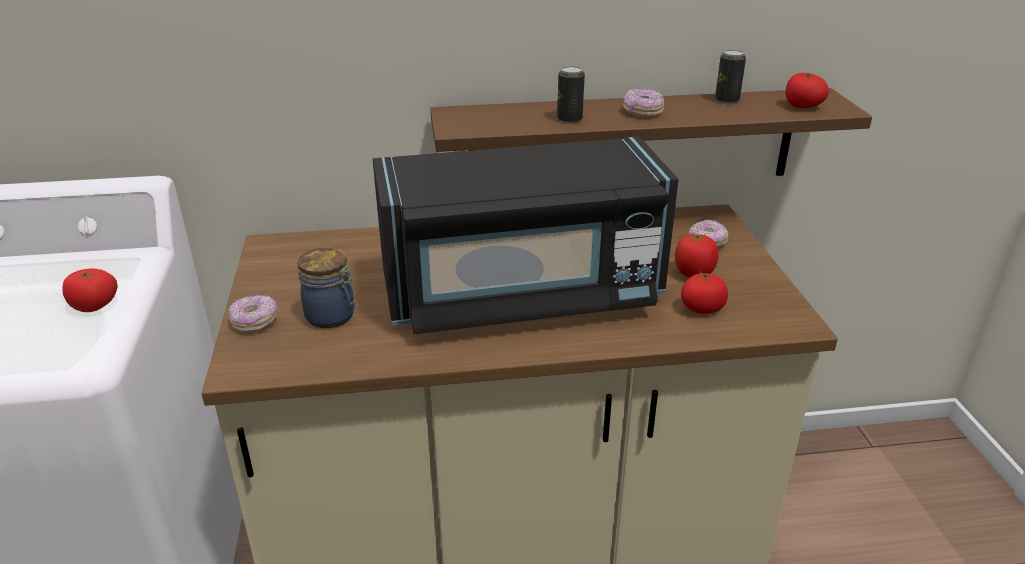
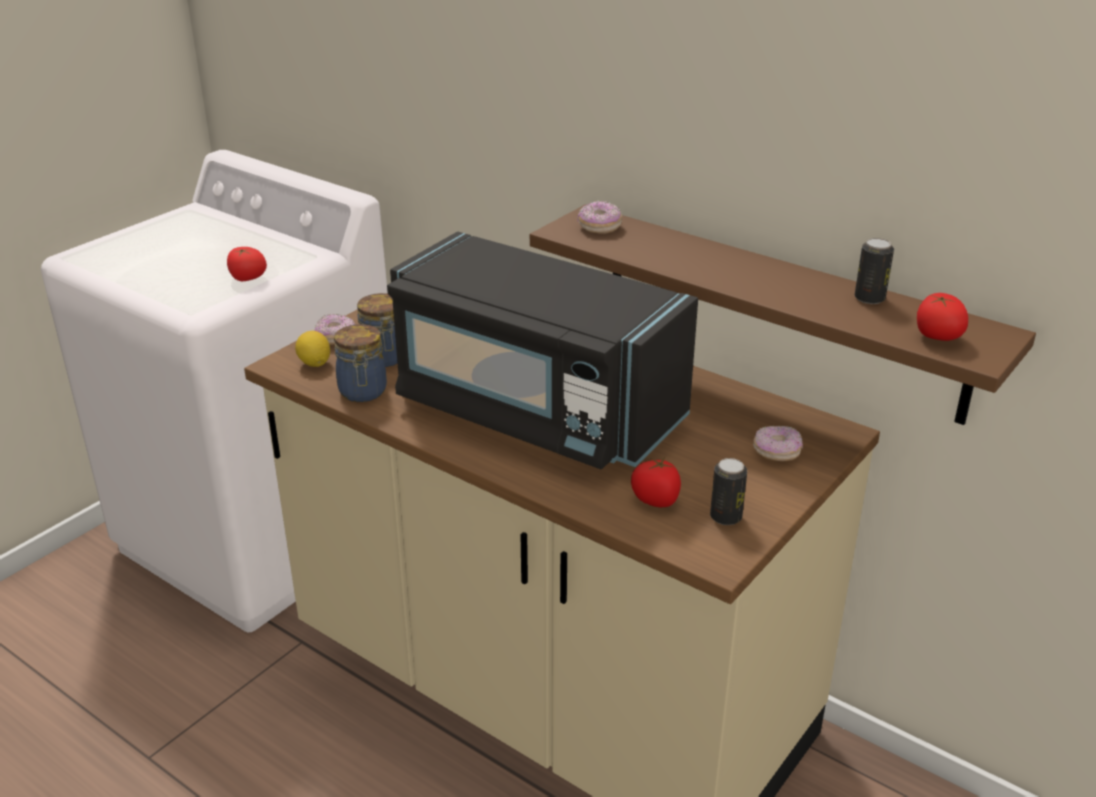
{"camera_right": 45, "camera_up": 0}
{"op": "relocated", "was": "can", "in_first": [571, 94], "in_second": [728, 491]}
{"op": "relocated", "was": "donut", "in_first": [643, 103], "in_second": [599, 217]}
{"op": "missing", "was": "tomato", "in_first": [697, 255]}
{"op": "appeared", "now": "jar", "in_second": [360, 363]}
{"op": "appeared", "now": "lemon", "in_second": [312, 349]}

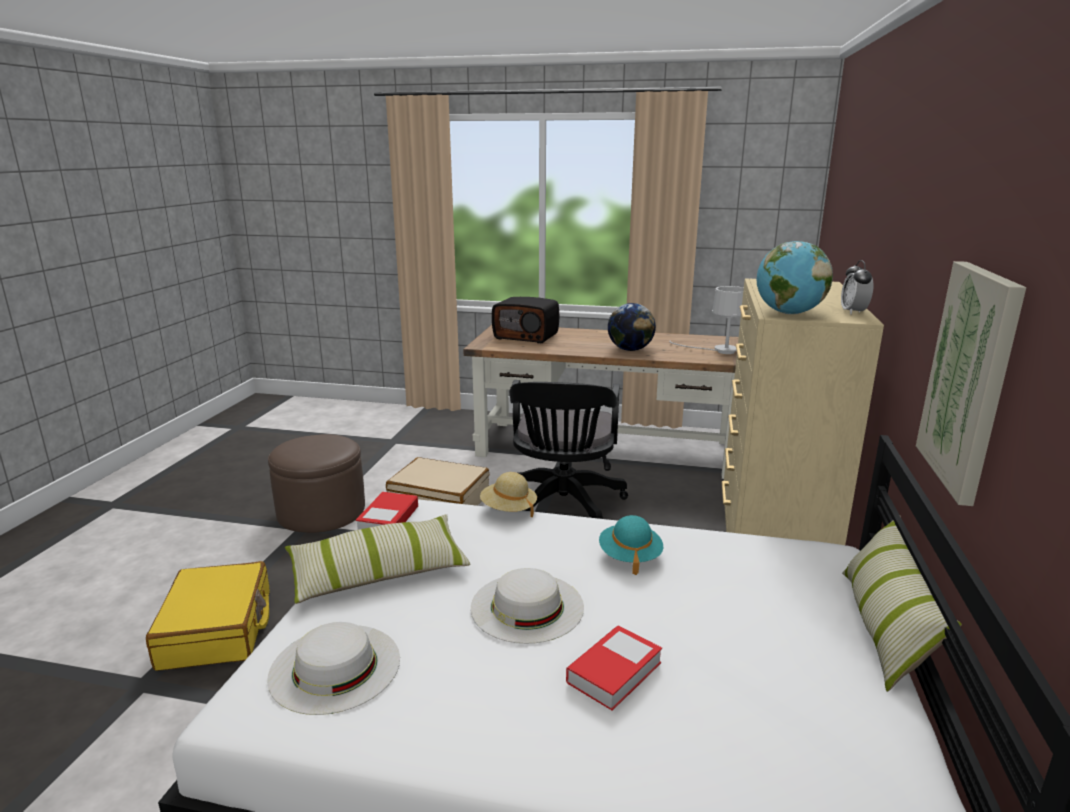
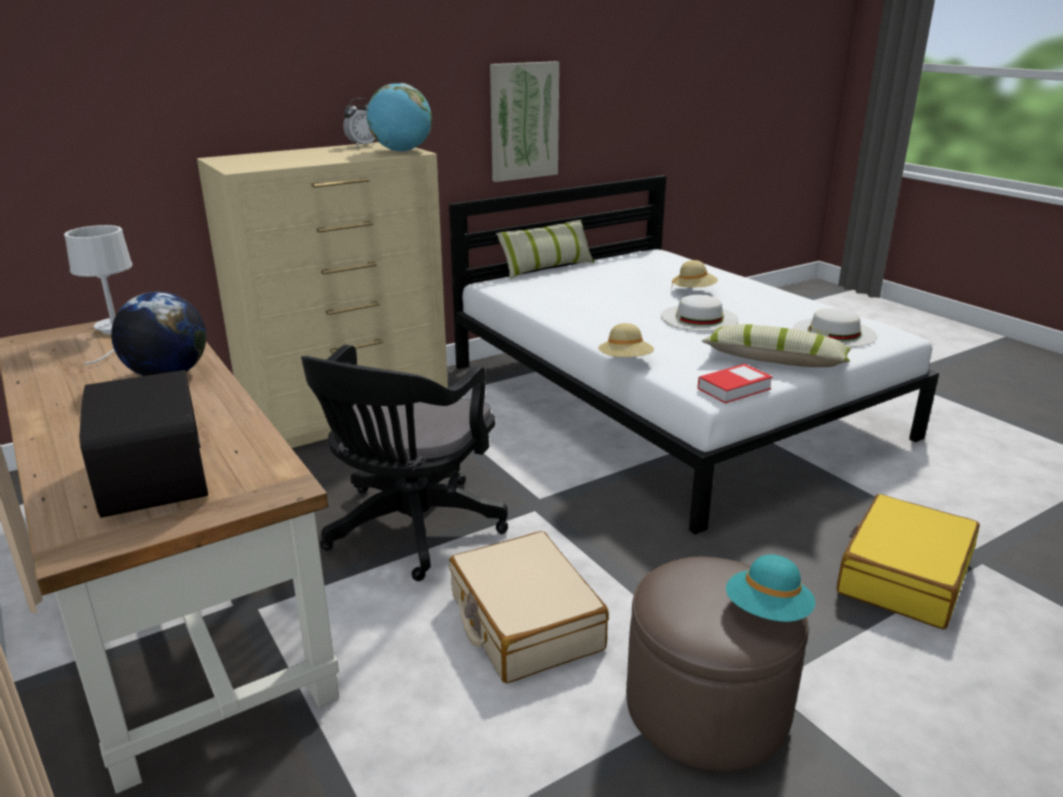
{"camera_right": -135, "camera_up": 5}
{"op": "spun", "was": "black office chair", "in_first": [569, 449], "in_second": [404, 463], "clockwise": 150}
{"op": "relocated", "was": "turquoise hat", "in_first": [631, 545], "in_second": [771, 588]}
{"op": "exchanged", "was": "book", "now": "beige hat", "in_first": [614, 668], "in_second": [695, 274]}

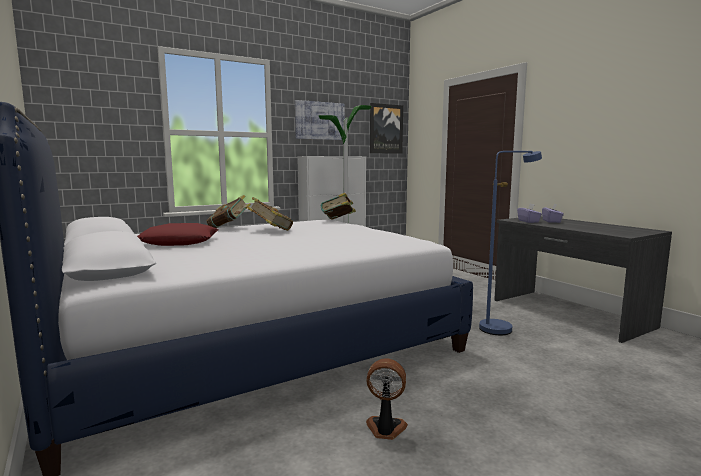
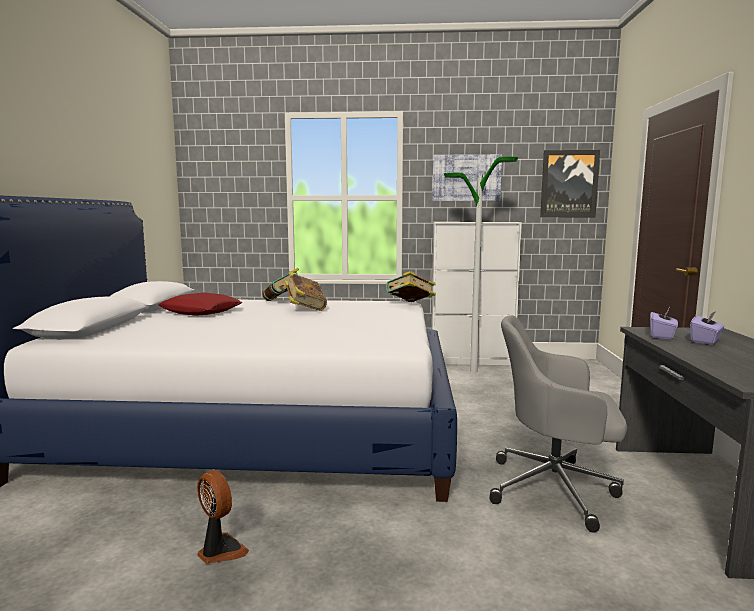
{"camera_right": 35, "camera_up": 0}
{"op": "exchanged", "was": "blue floor lamp", "now": "grey office chair", "in_first": [510, 243], "in_second": [558, 423]}

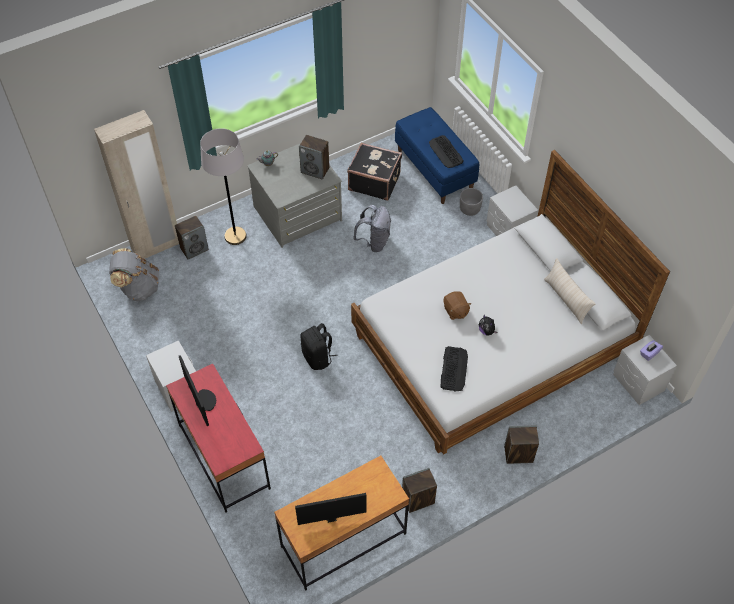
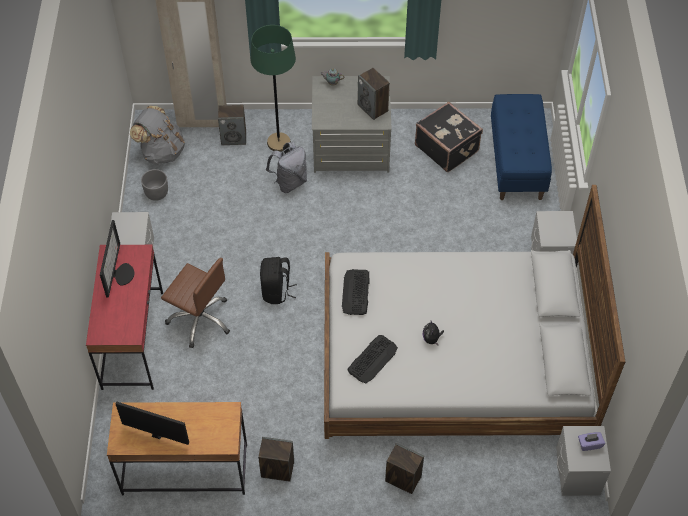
{"camera_right": 30, "camera_up": 0}
{"op": "colour", "was": "grey floor lamp", "now": "green floor lamp", "in_first": [223, 186], "in_second": [273, 88]}
{"op": "relocated", "was": "keyboard", "in_first": [446, 151], "in_second": [355, 292]}
{"op": "relocated", "was": "grey planter", "in_first": [471, 202], "in_second": [154, 185]}
{"op": "relocated", "was": "grey backpack", "in_first": [372, 228], "in_second": [286, 167]}
{"op": "missing", "was": "beige pillow", "in_first": [570, 291]}
{"op": "missing", "was": "brown plush toy", "in_first": [457, 305]}
{"op": "appeared", "now": "brown office chair", "in_second": [195, 303]}

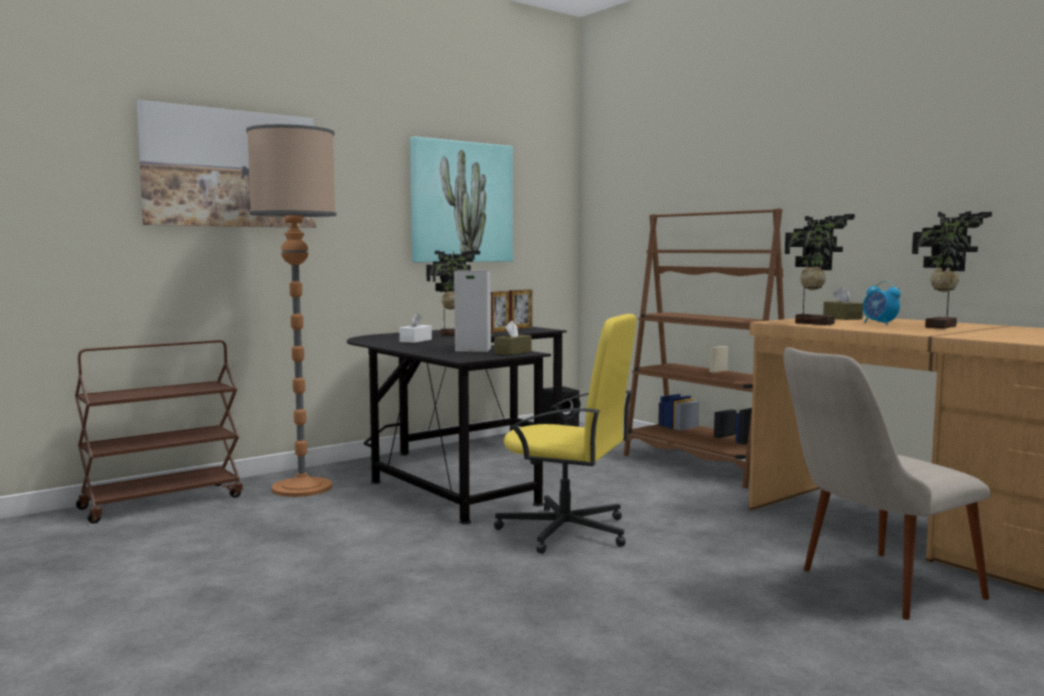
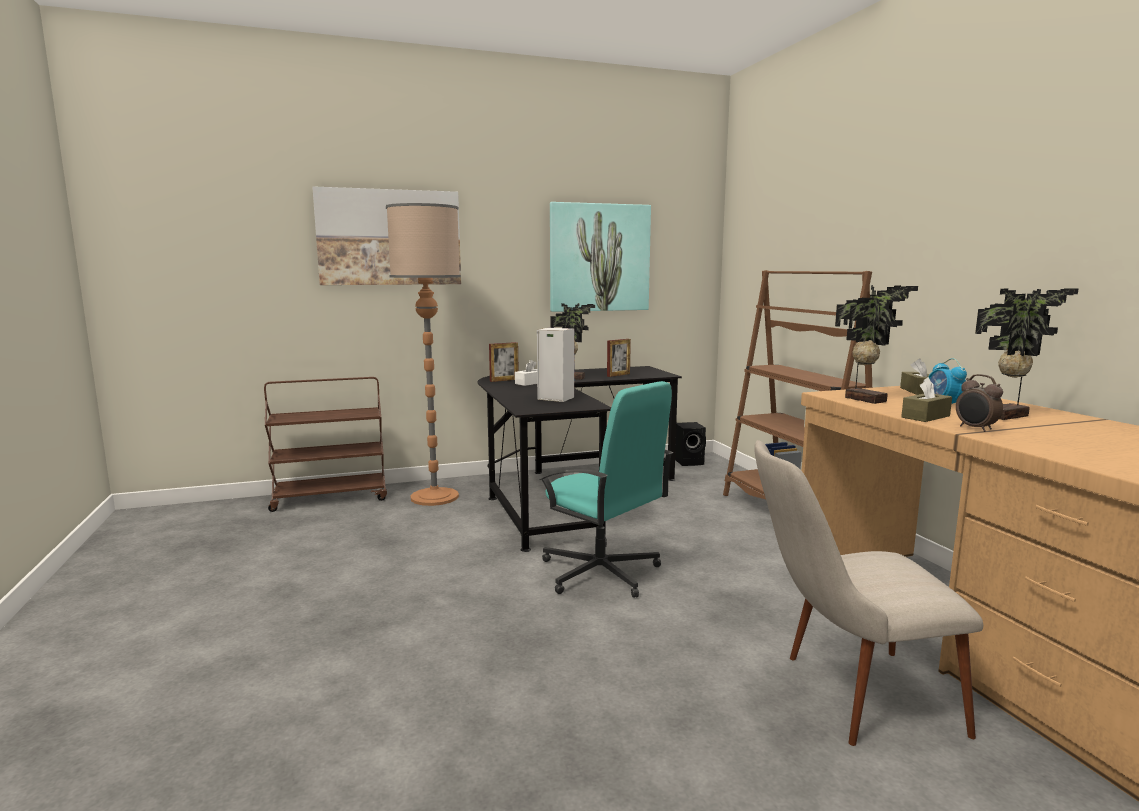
{"camera_right": 20, "camera_up": 5}
{"op": "relocated", "was": "picture frame", "in_first": [520, 309], "in_second": [504, 362]}
{"op": "colour", "was": "yellow office chair", "now": "turquoise office chair", "in_first": [565, 434], "in_second": [606, 489]}
{"op": "relocated", "was": "brown tissue box", "in_first": [513, 338], "in_second": [926, 399]}
{"op": "appeared", "now": "alarm clock", "in_second": [979, 403]}

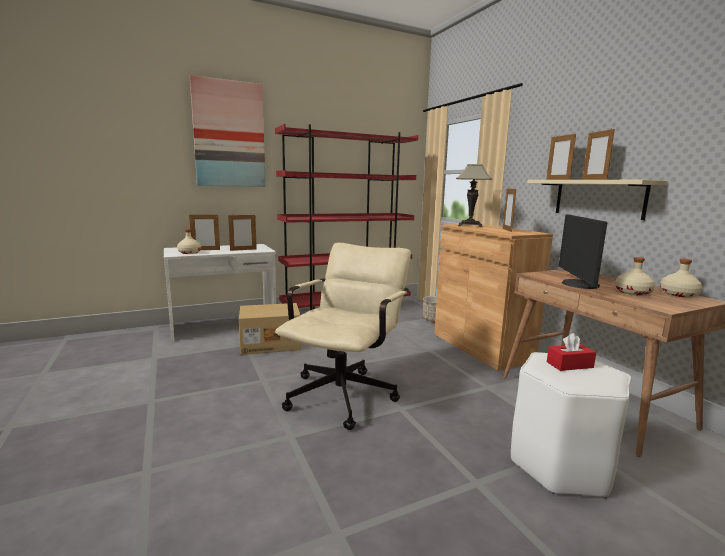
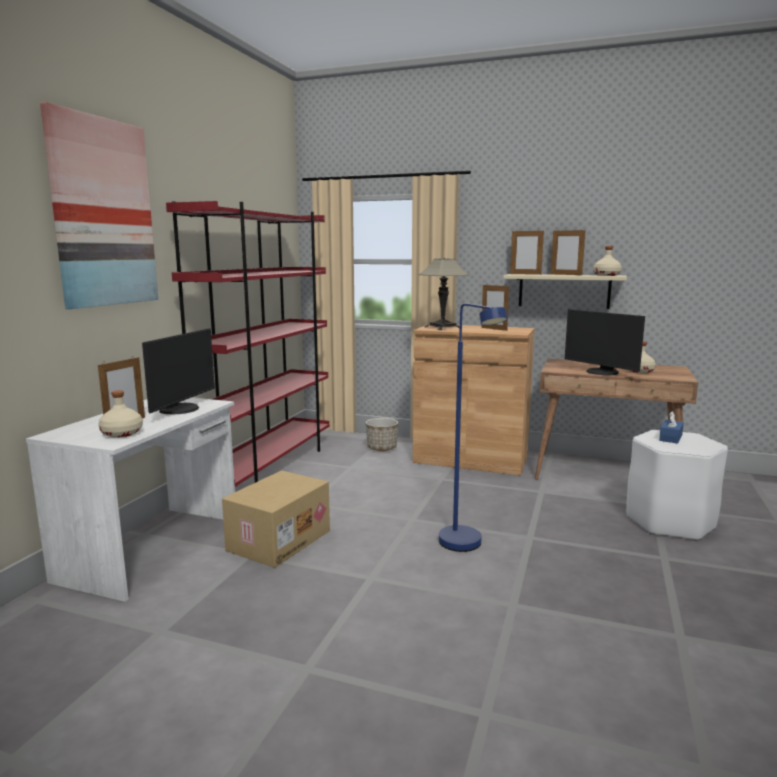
{"camera_right": -45, "camera_up": 0}
{"op": "exchanged", "was": "picture frame", "now": "monitor", "in_first": [242, 232], "in_second": [178, 371]}
{"op": "exchanged", "was": "beige office chair", "now": "blue floor lamp", "in_first": [343, 336], "in_second": [473, 427]}
{"op": "relocated", "was": "beige bottle", "in_first": [681, 278], "in_second": [607, 261]}
{"op": "colour", "was": "red tissue box", "now": "blue tissue box", "in_first": [571, 352], "in_second": [671, 427]}

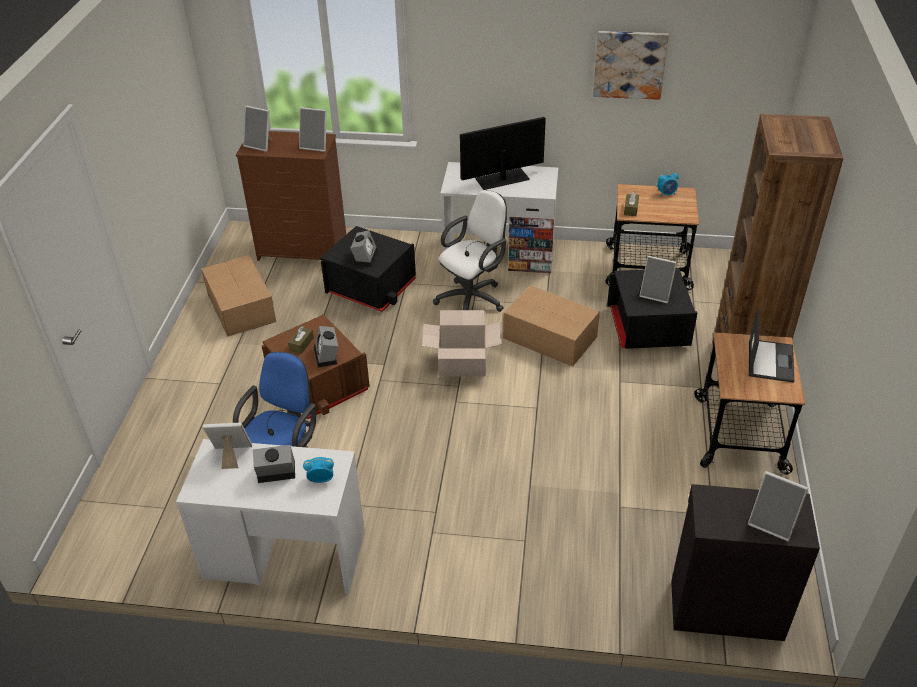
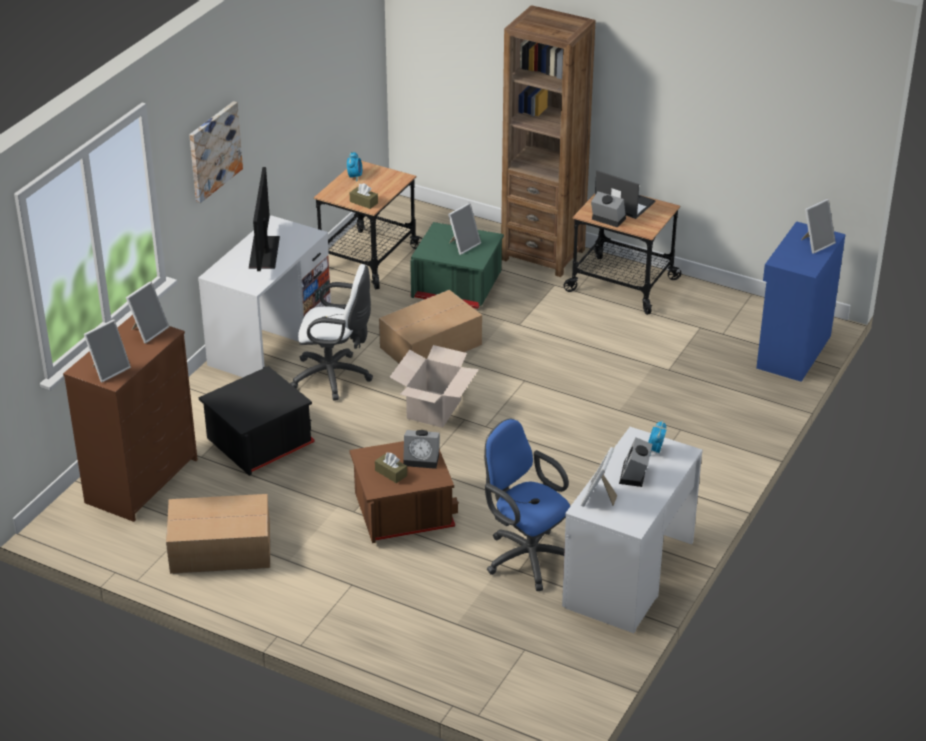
{"camera_right": -70, "camera_up": -5}
{"op": "relocated", "was": "picture", "in_first": [631, 65], "in_second": [216, 152]}
{"op": "spun", "was": "white office chair", "in_first": [470, 251], "in_second": [331, 332], "clockwise": 120}
{"op": "relocated", "was": "alarm clock", "in_first": [364, 248], "in_second": [608, 209]}
{"op": "colour", "was": "black storage box", "now": "green storage box", "in_first": [652, 308], "in_second": [457, 265]}
{"op": "colour", "was": "black cabinet", "now": "blue cabinet", "in_first": [745, 562], "in_second": [801, 301]}

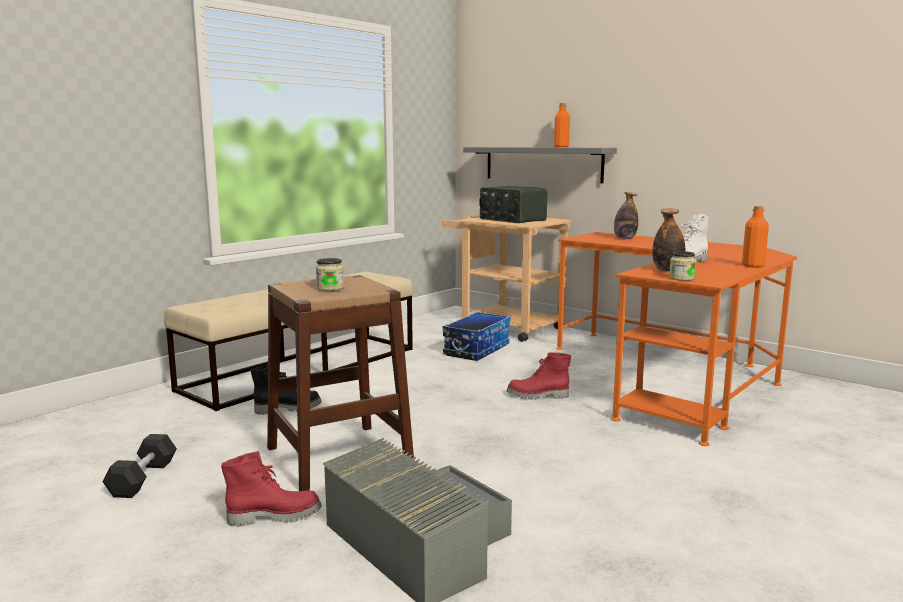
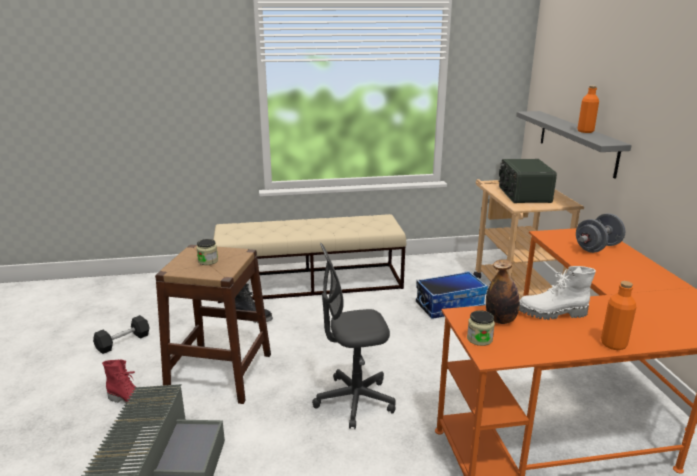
{"camera_right": 40, "camera_up": 10}
{"op": "exchanged", "was": "bottle", "now": "grey dumbbell", "in_first": [626, 215], "in_second": [600, 233]}
{"op": "missing", "was": "red boot", "in_first": [539, 376]}
{"op": "appeared", "now": "grey office chair", "in_second": [354, 336]}

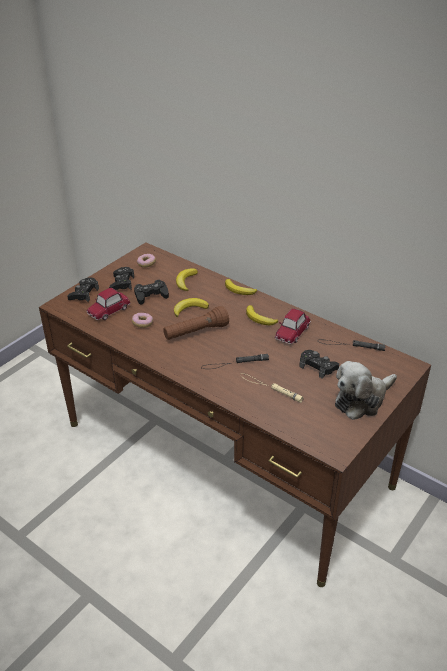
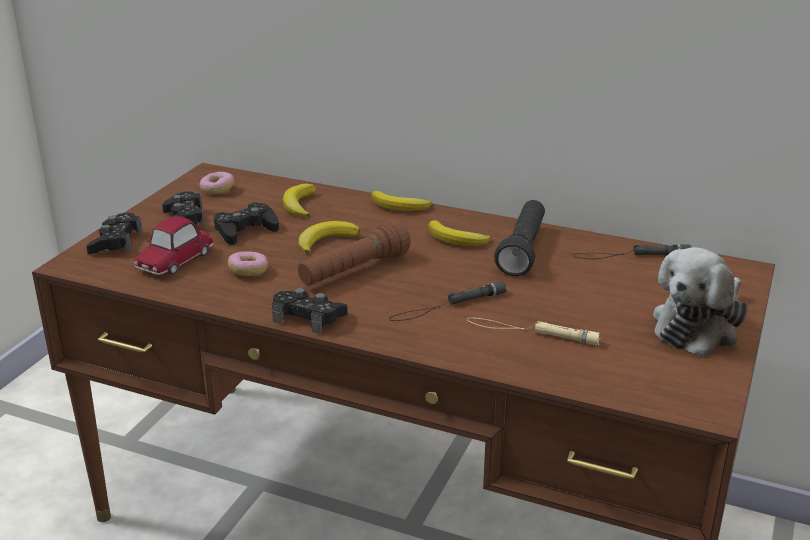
{"camera_right": -15, "camera_up": -10}
{"op": "exchanged", "was": "toy car", "now": "black flashlight", "in_first": [293, 326], "in_second": [519, 238]}
{"op": "relocated", "was": "black game controller", "in_first": [319, 364], "in_second": [310, 311]}

